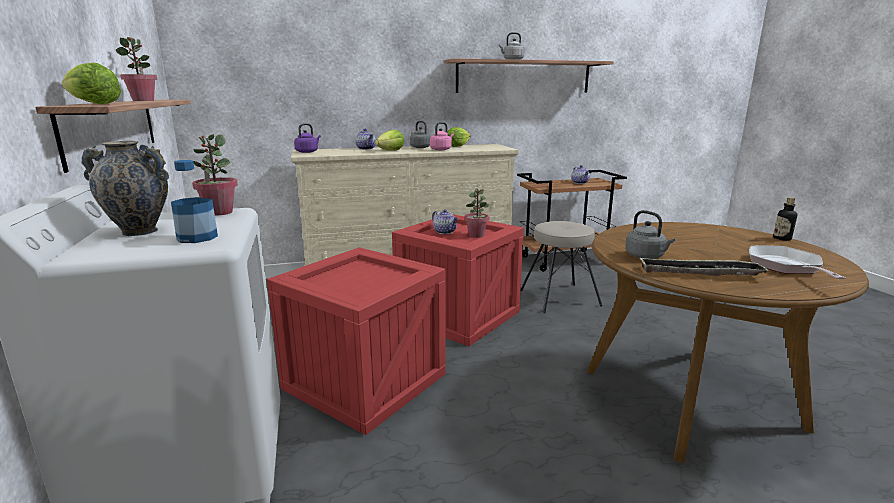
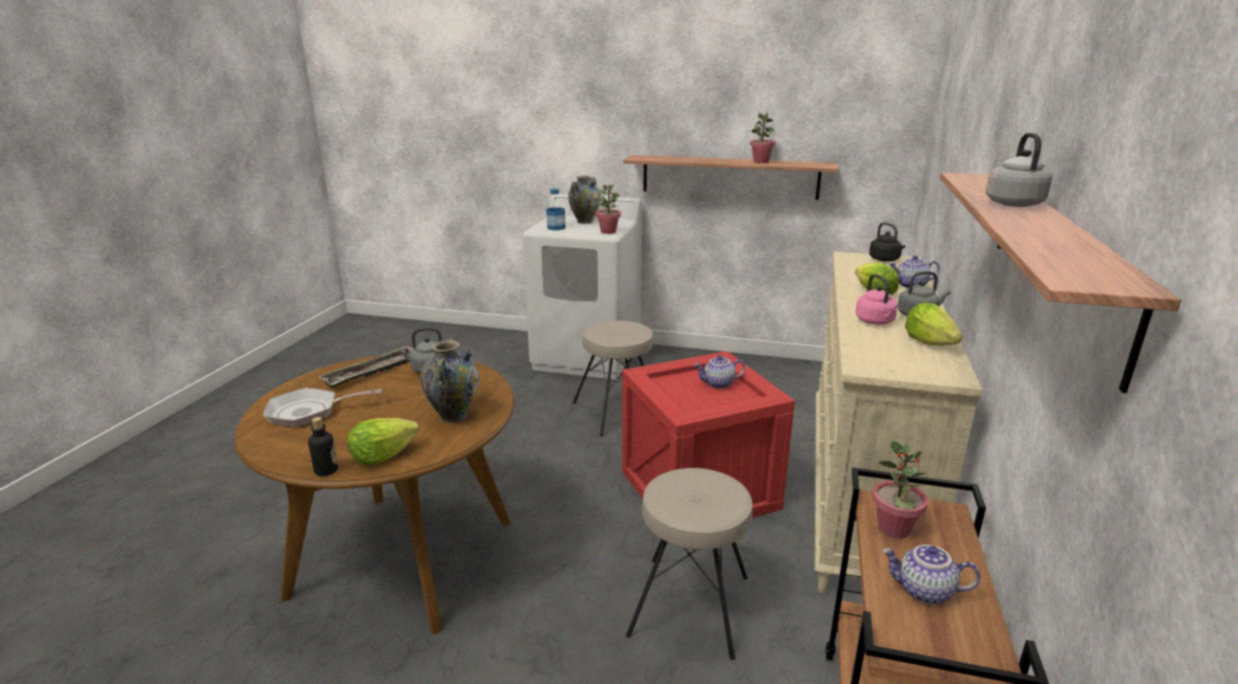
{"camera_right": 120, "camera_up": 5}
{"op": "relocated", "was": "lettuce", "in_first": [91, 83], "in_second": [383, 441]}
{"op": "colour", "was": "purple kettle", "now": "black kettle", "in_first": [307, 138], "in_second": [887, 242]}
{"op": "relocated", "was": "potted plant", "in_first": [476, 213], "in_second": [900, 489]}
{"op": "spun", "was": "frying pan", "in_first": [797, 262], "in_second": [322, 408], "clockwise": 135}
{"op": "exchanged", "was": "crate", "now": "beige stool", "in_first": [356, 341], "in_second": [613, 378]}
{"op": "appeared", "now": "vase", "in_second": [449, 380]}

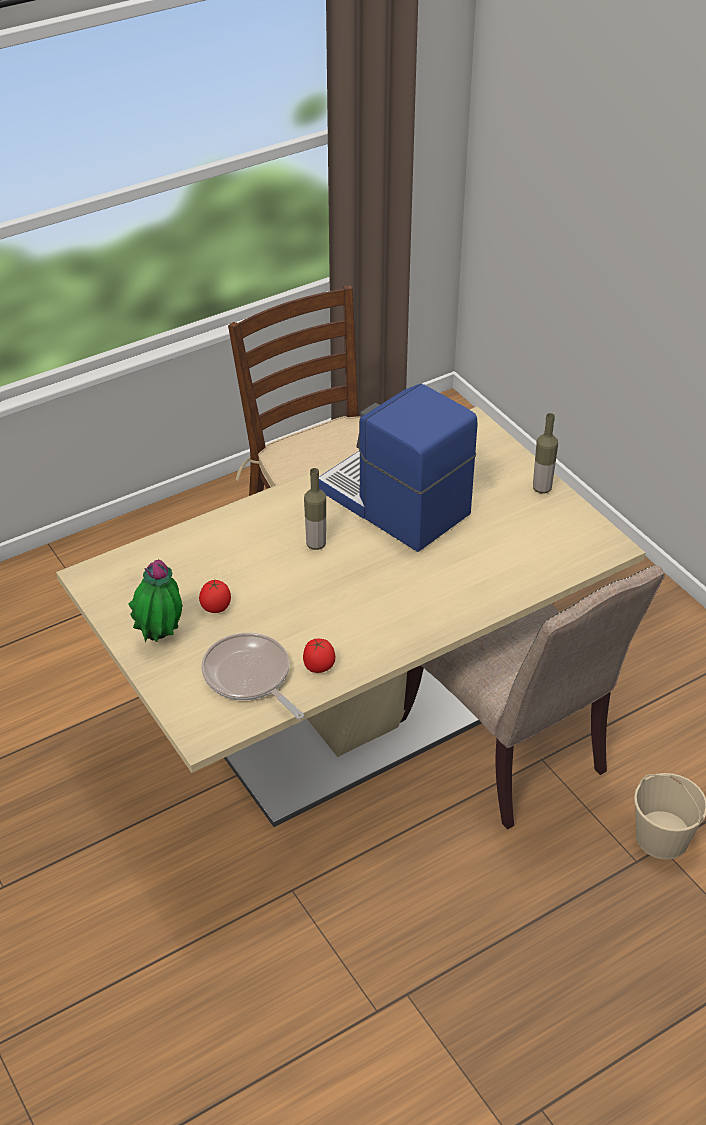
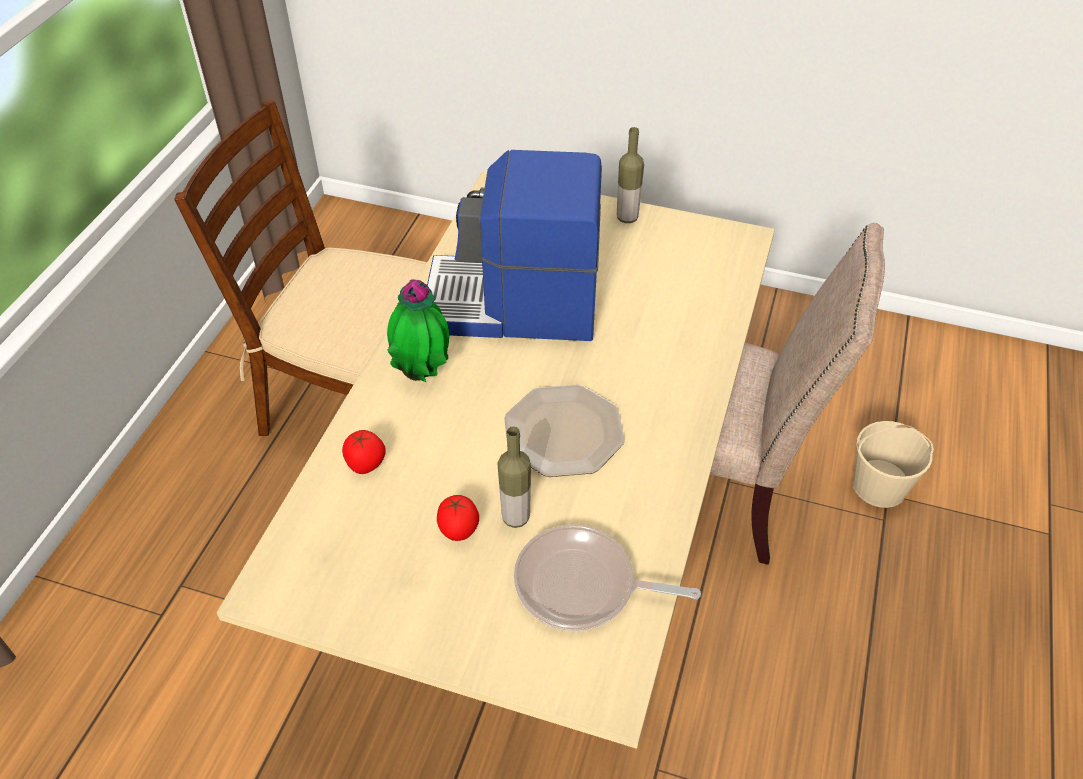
{"camera_right": -40, "camera_up": 5}
{"op": "relocated", "was": "bottle", "in_first": [315, 509], "in_second": [514, 477]}
{"op": "relocated", "was": "potted plant", "in_first": [156, 600], "in_second": [418, 330]}
{"op": "relocated", "was": "tomato", "in_first": [319, 656], "in_second": [364, 452]}
{"op": "appeared", "now": "plate", "in_second": [564, 430]}

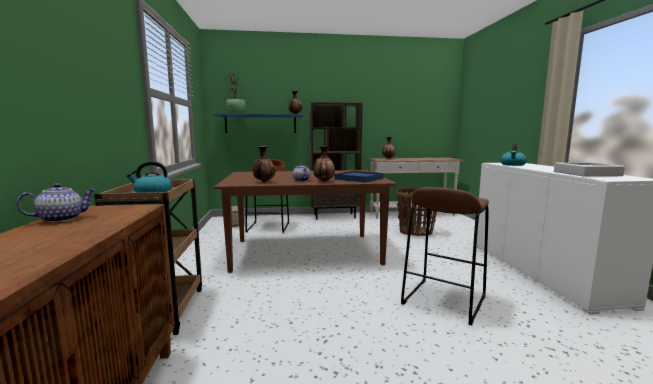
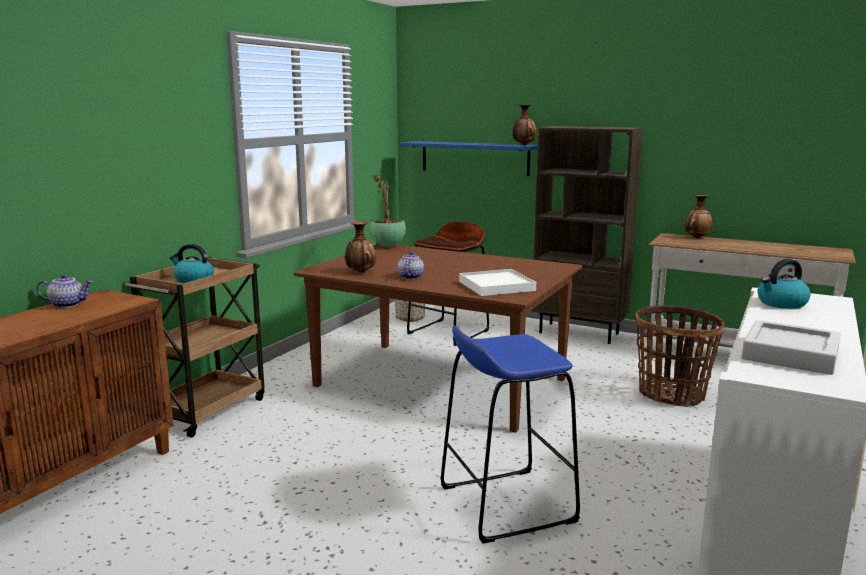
{"camera_right": 35, "camera_up": 5}
{"op": "relocated", "was": "potted plant", "in_first": [236, 94], "in_second": [388, 211]}
{"op": "missing", "was": "vase", "in_first": [324, 164]}
{"op": "colour", "was": "blue tray", "now": "white tray", "in_first": [358, 177], "in_second": [497, 282]}
{"op": "colour", "was": "brown stool", "now": "blue stool", "in_first": [445, 256], "in_second": [510, 435]}

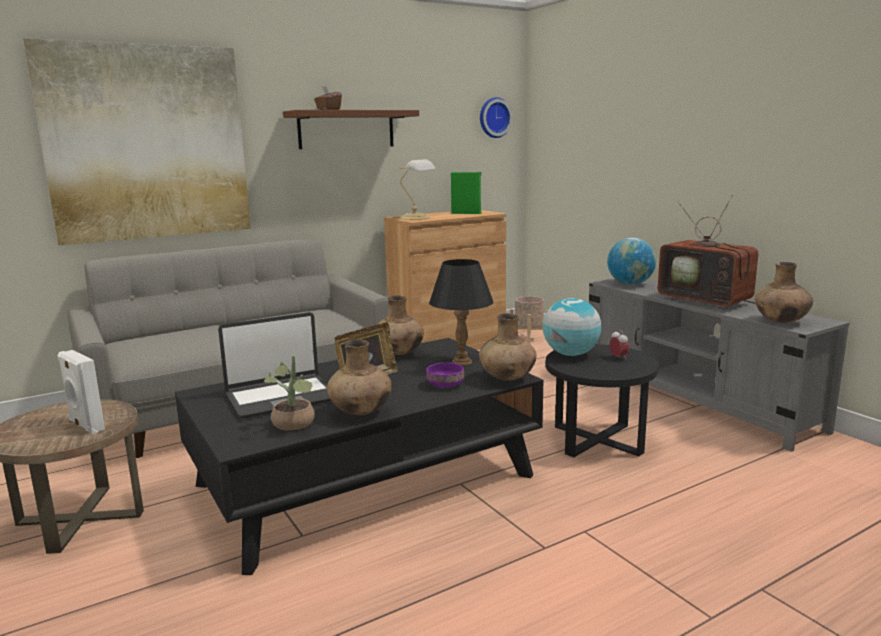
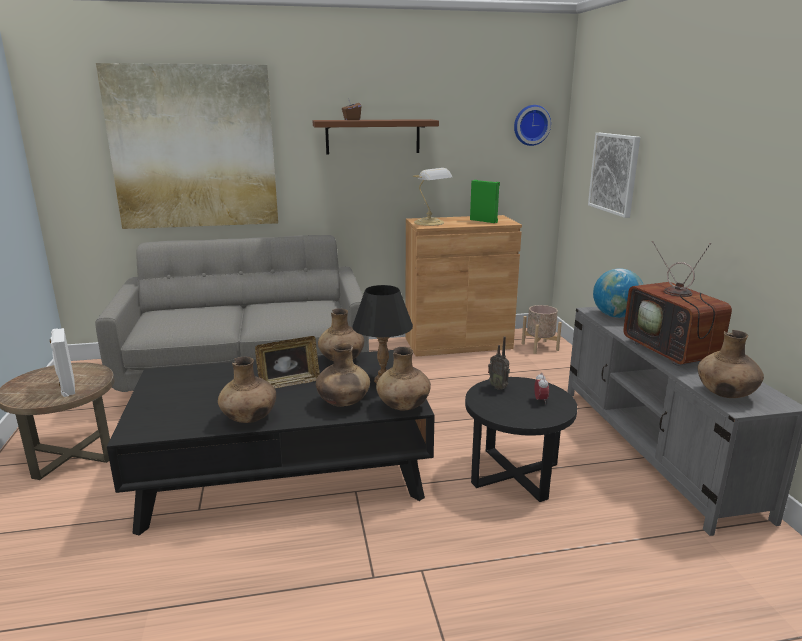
{"camera_right": 20, "camera_up": 5}
{"op": "exchanged", "was": "globe", "now": "radio", "in_first": [572, 327], "in_second": [499, 363]}
{"op": "missing", "was": "laptop", "in_first": [274, 365]}
{"op": "missing", "was": "potted plant", "in_first": [289, 393]}
{"op": "exchanged", "was": "purple bowl", "now": "brown vase", "in_first": [445, 374], "in_second": [343, 375]}
{"op": "appeared", "now": "picture", "in_second": [614, 175]}

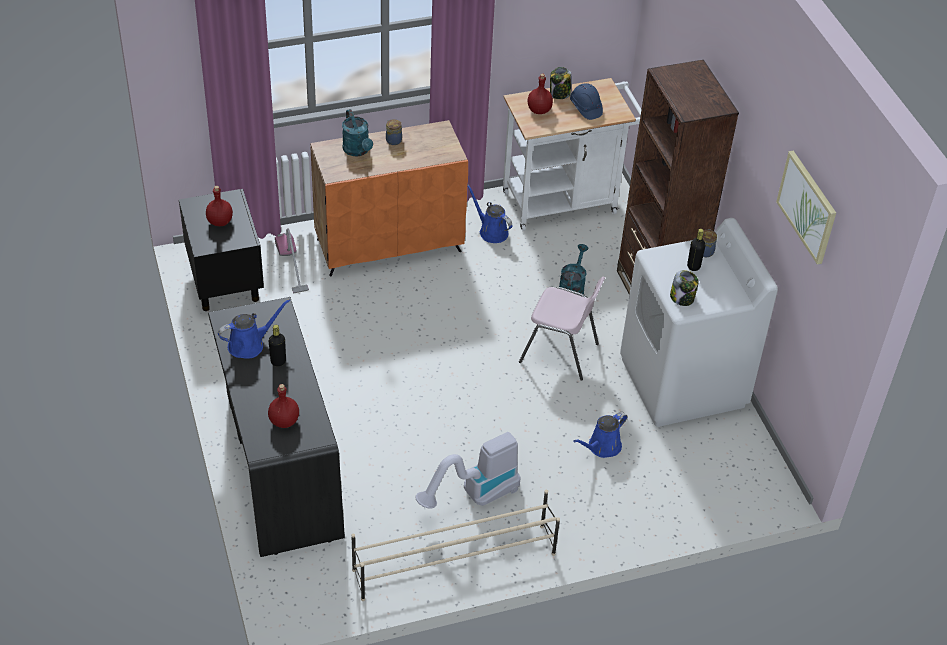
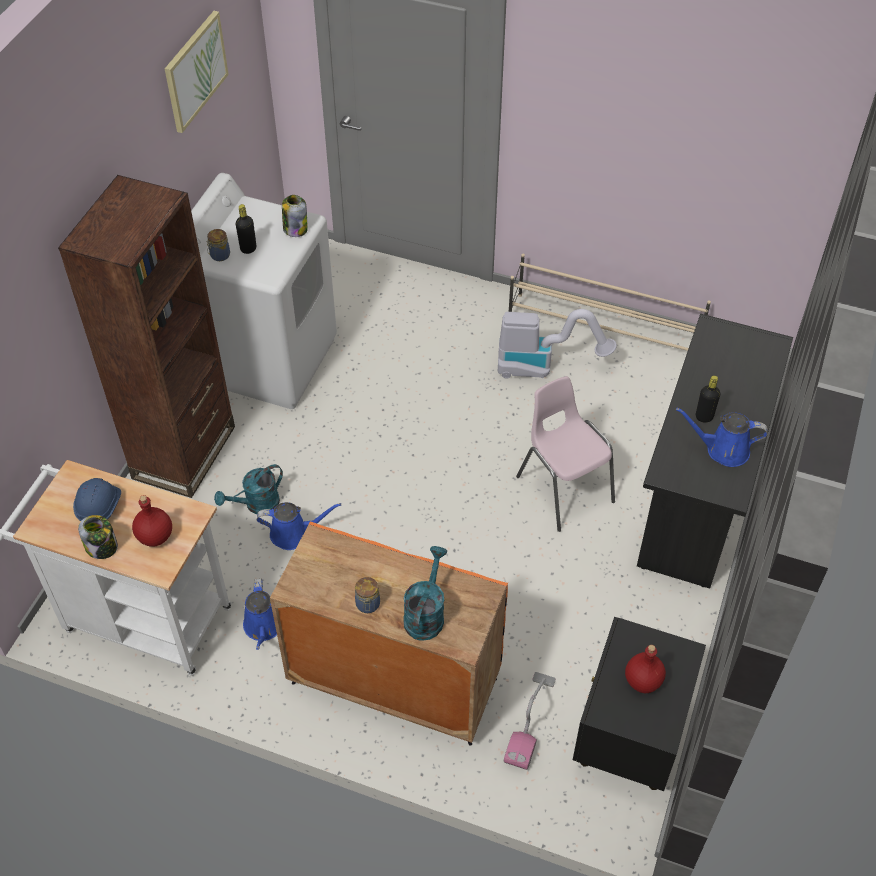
{"camera_right": -140, "camera_up": 5}
{"op": "relocated", "was": "pink chair", "in_first": [562, 328], "in_second": [565, 454]}
{"op": "missing", "was": "red bottle", "in_first": [283, 406]}
{"op": "relocated", "was": "blue watering can", "in_first": [600, 435], "in_second": [299, 526]}

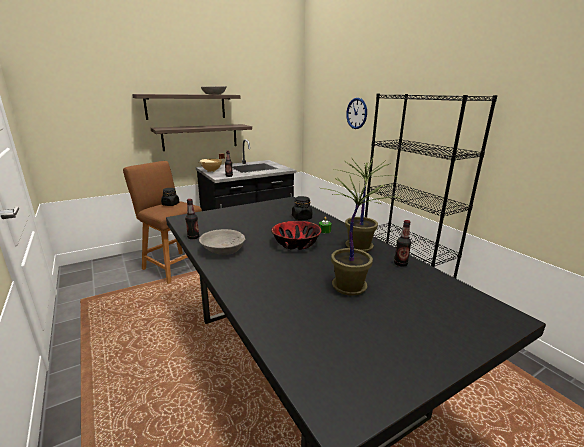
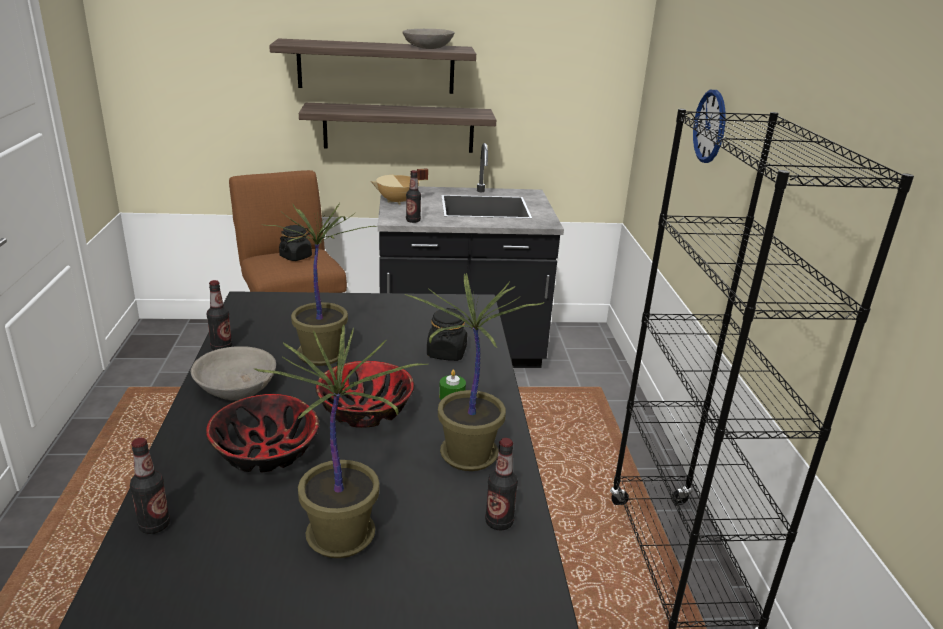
{"camera_right": 25, "camera_up": 5}
{"op": "appeared", "now": "potted plant", "in_second": [318, 284]}
{"op": "appeared", "now": "bowl", "in_second": [263, 433]}
{"op": "appeared", "now": "bottle", "in_second": [150, 486]}

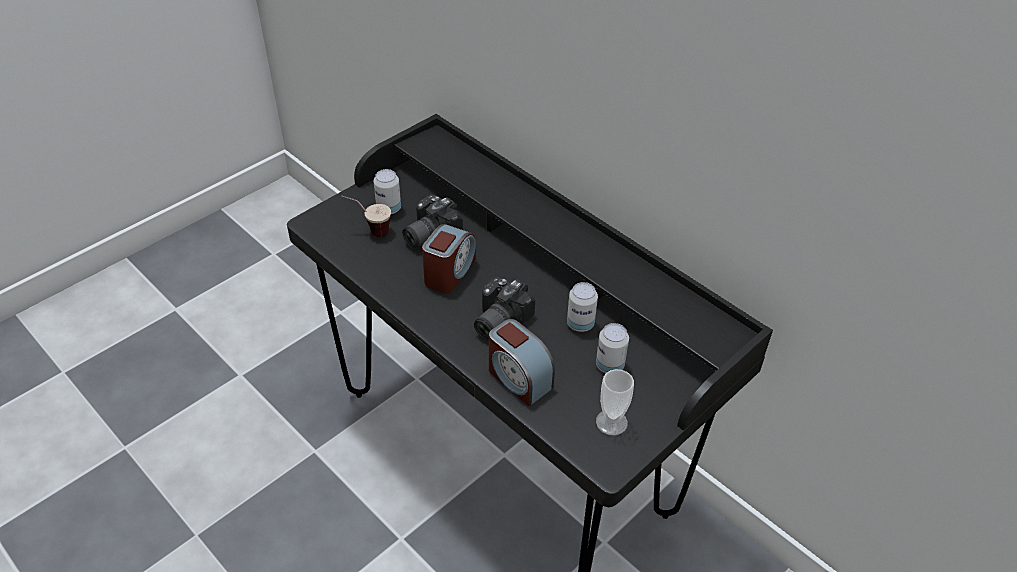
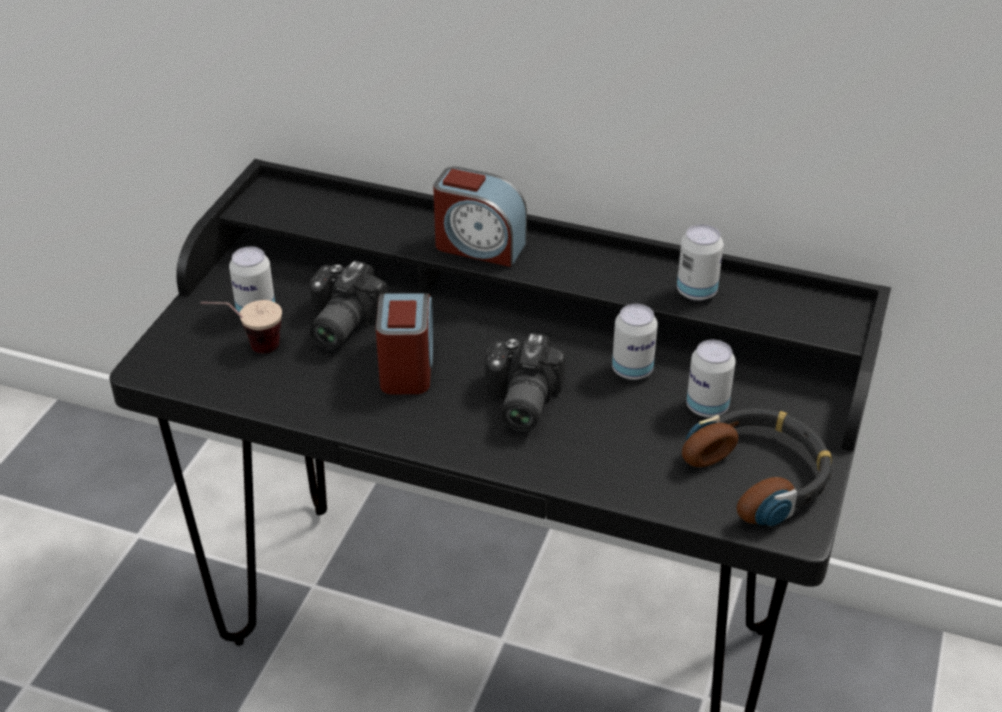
{"camera_right": -25, "camera_up": -5}
{"op": "relocated", "was": "alarm clock", "in_first": [522, 362], "in_second": [480, 217]}
{"op": "exchanged", "was": "cup", "now": "headphones", "in_first": [615, 402], "in_second": [757, 467]}
{"op": "appeared", "now": "can", "in_second": [700, 262]}

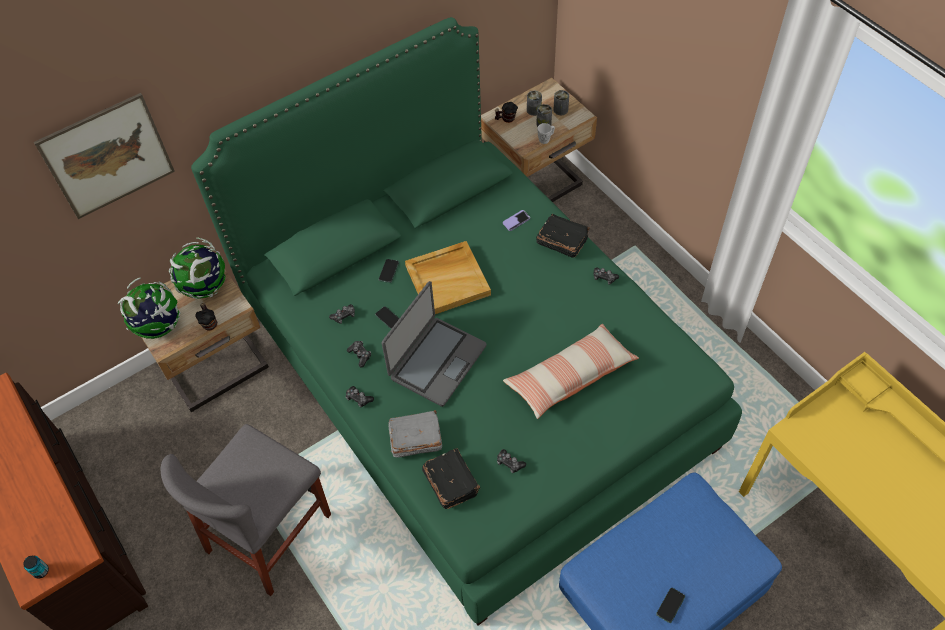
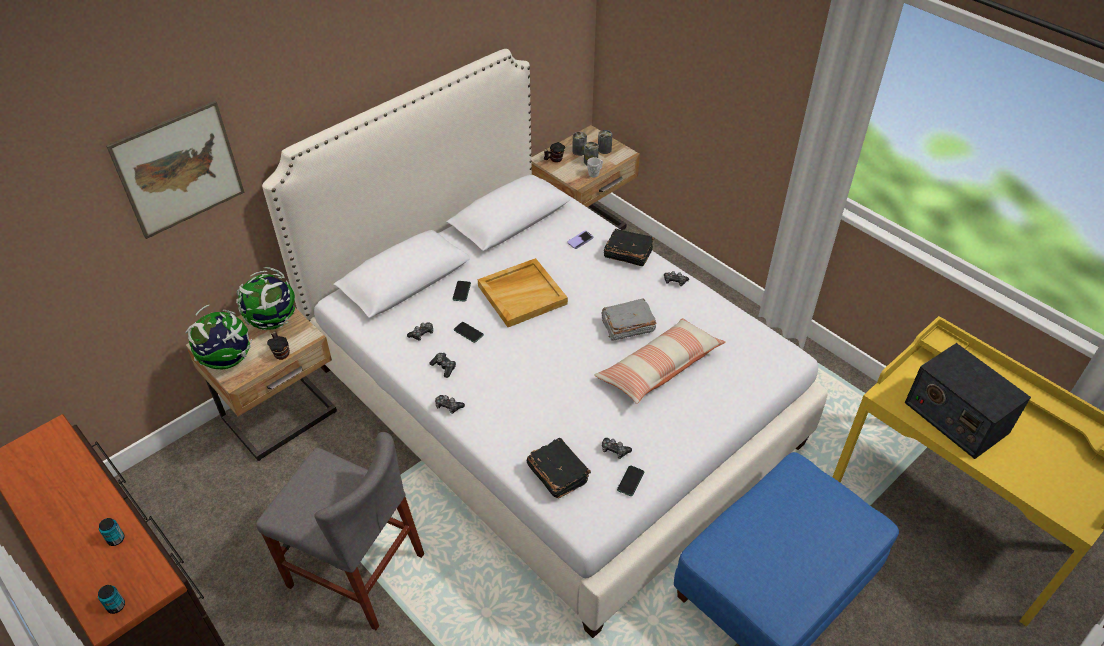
{"camera_right": -10, "camera_up": -10}
{"op": "colour", "was": "green bed", "now": "white bed", "in_first": [466, 321], "in_second": [545, 343]}
{"op": "missing", "was": "laptop", "in_first": [434, 344]}
{"op": "relocated", "was": "grey book", "in_first": [415, 434], "in_second": [629, 319]}
{"op": "spun", "was": "grey chair", "in_first": [246, 510], "in_second": [340, 531], "clockwise": -90}
{"op": "relocated", "was": "phone", "in_first": [670, 605], "in_second": [630, 481]}
{"op": "appeared", "now": "radio", "in_second": [968, 401]}
{"op": "appeared", "now": "can", "in_second": [111, 532]}

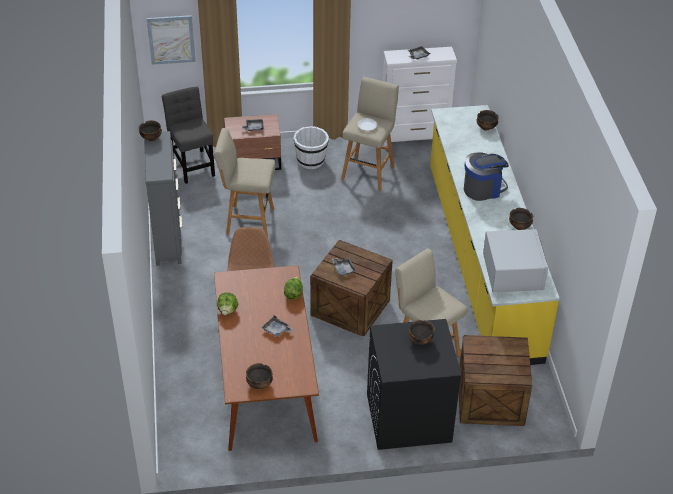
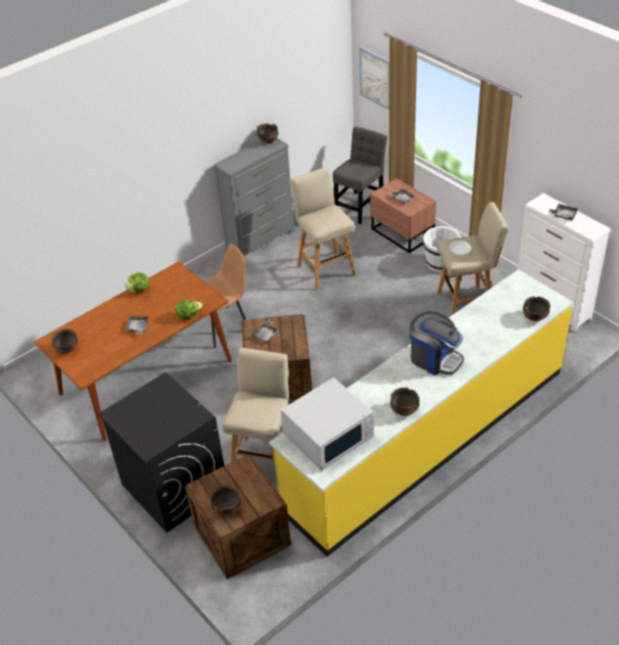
{"camera_right": 60, "camera_up": 0}
{"op": "relocated", "was": "bowl", "in_first": [421, 332], "in_second": [226, 500]}

